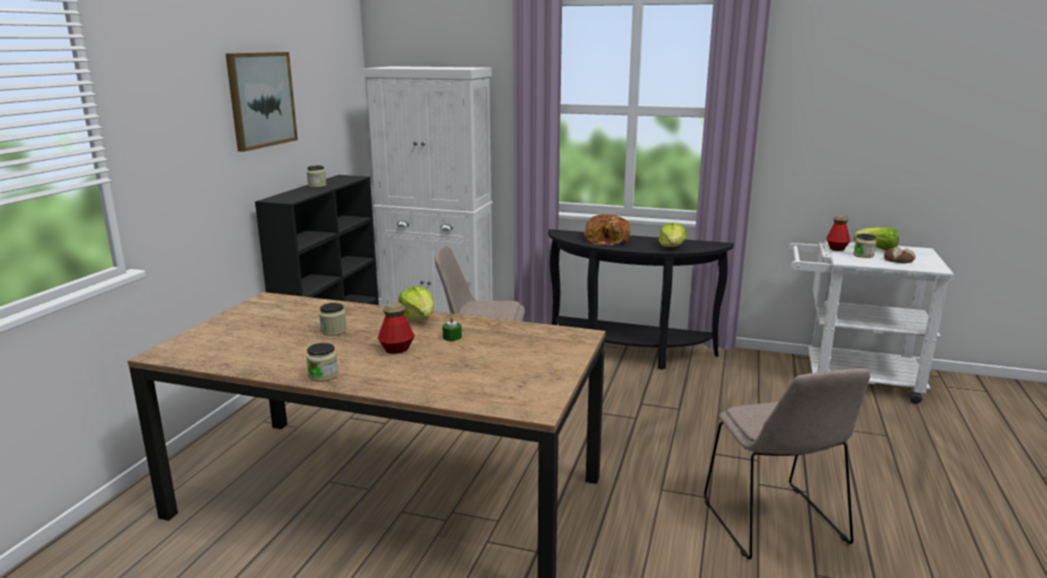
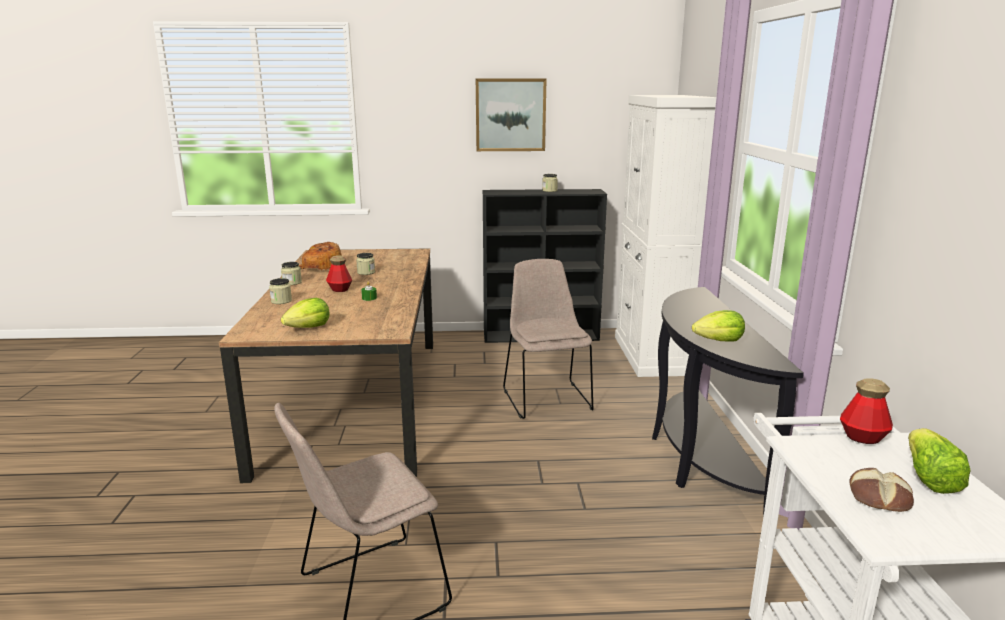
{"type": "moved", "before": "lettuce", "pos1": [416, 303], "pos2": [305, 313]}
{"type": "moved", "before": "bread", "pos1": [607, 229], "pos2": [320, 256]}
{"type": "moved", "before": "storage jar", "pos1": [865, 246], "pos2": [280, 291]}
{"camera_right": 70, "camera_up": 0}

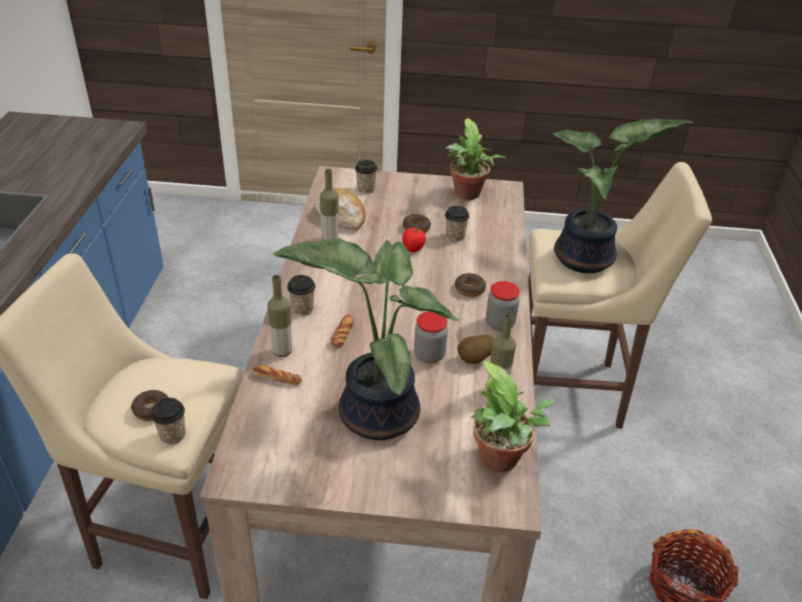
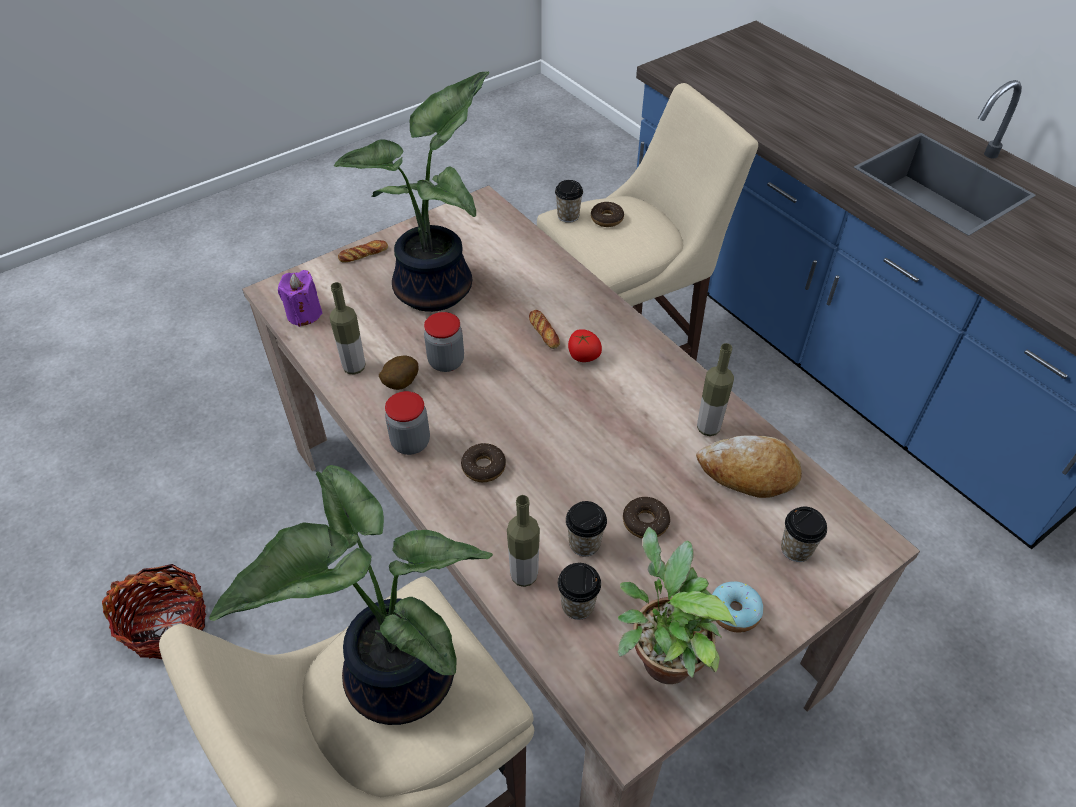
{"type": "added", "after": "donut", "pos2": [737, 607]}
{"type": "moved", "before": "bread", "pos1": [277, 375], "pos2": [363, 251]}
{"type": "moved", "before": "drink bottle", "pos1": [279, 316], "pos2": [523, 541]}
{"type": "moved", "before": "cup", "pos1": [301, 295], "pos2": [579, 591]}
{"type": "moved", "before": "fresh tomato", "pos1": [414, 240], "pos2": [585, 345]}
{"type": "replaced", "before": "houseplant", "after": "purplish wax light", "pos1": [513, 417], "pos2": [300, 298]}
{"camera_right": 140, "camera_up": 10}

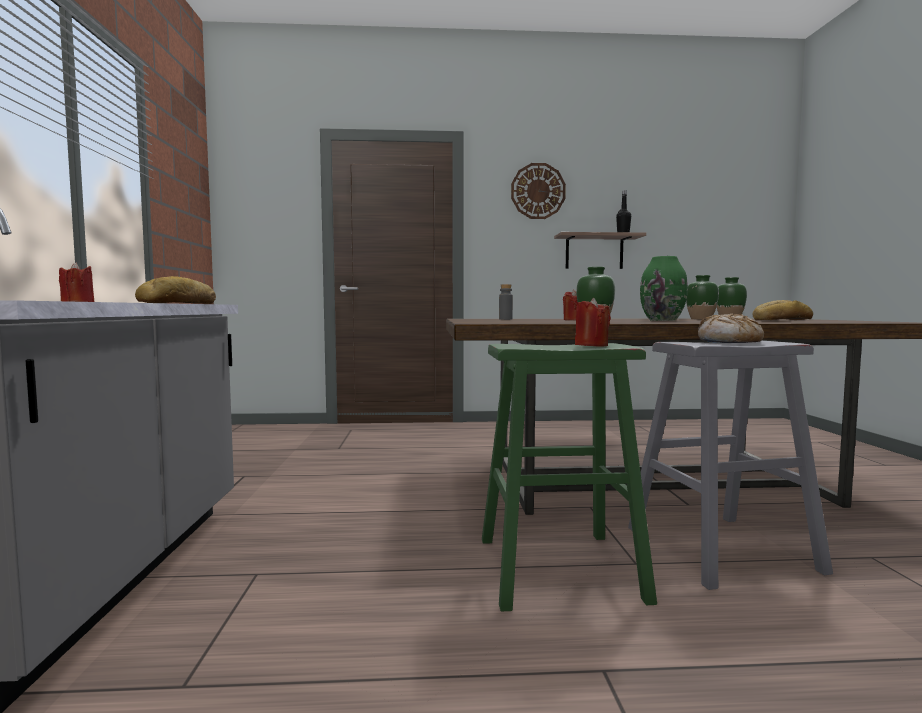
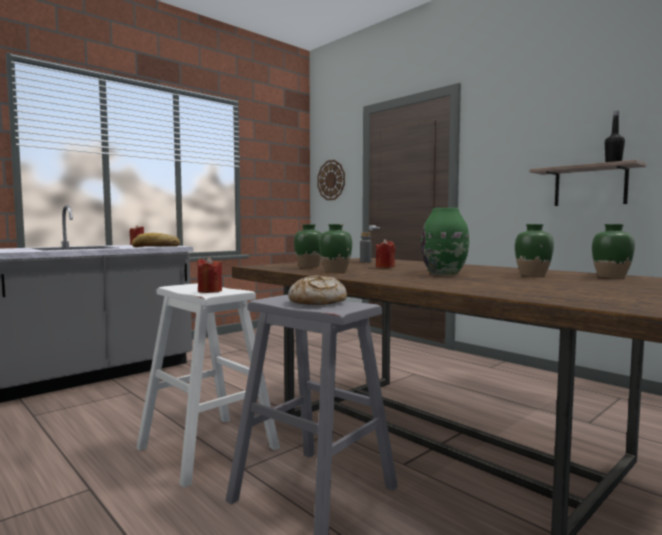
{"type": "removed", "before": "bread", "pos1": [782, 310]}
{"type": "added", "after": "greenish decorative vase", "pos2": [308, 246]}
{"type": "moved", "before": "clock on the wall", "pos1": [538, 191], "pos2": [331, 180]}
{"type": "recoloured", "before": "greenish sitting stool", "after": "white sitting stool", "pos1": [569, 477], "pos2": [208, 385]}
{"camera_right": 50, "camera_up": 0}

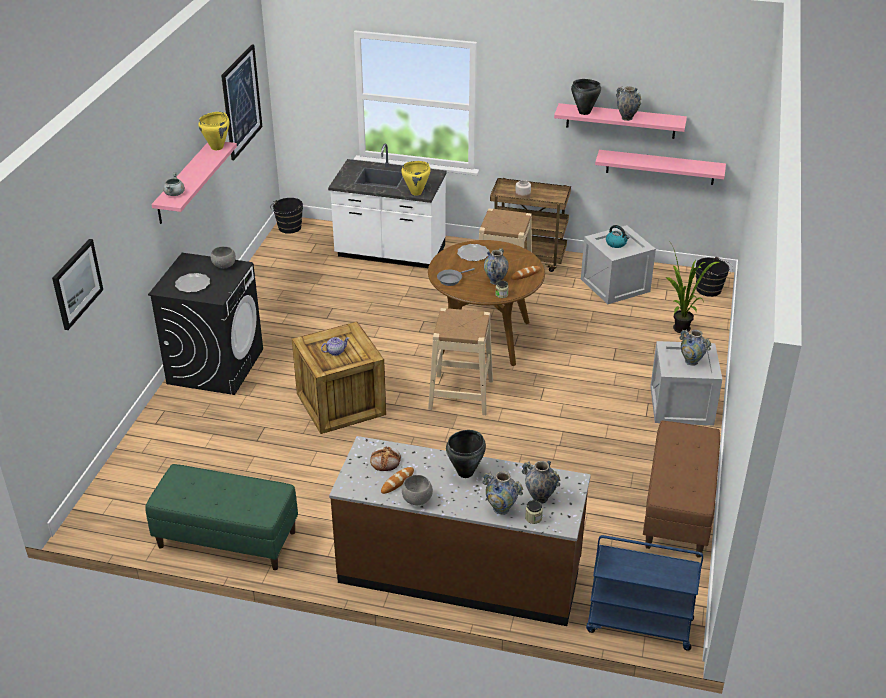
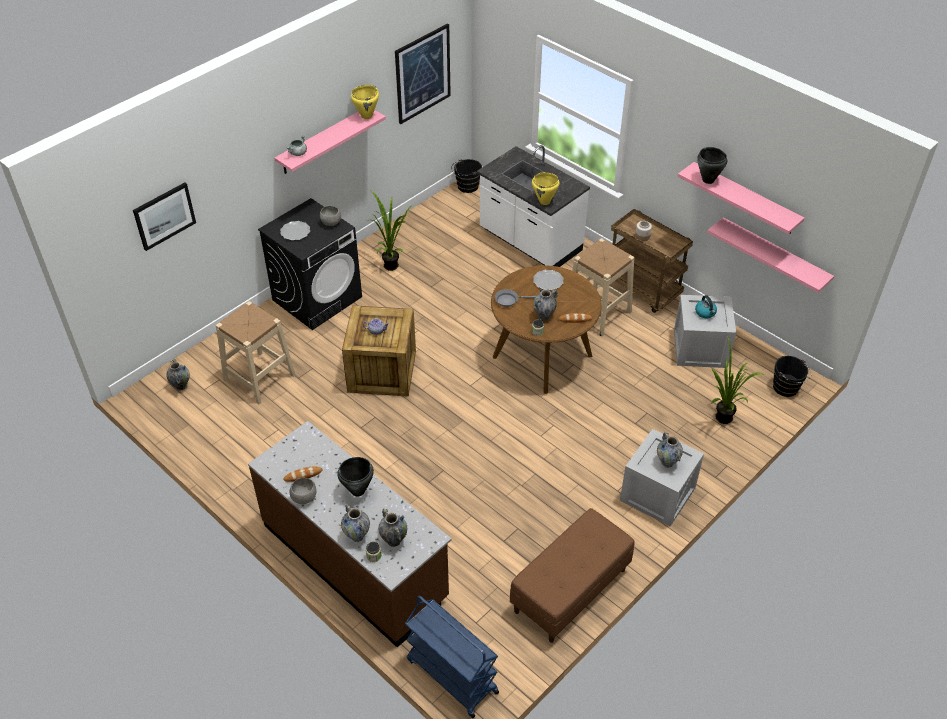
{"type": "removed", "before": "greenish indoor bench", "pos1": [221, 517]}
{"type": "removed", "before": "bread", "pos1": [385, 459]}
{"type": "added", "after": "houseplant", "pos2": [390, 230]}
{"type": "moved", "before": "sand-coloured sitting stool", "pos1": [460, 361], "pos2": [256, 352]}
{"type": "moved", "before": "decorative vase", "pos1": [628, 103], "pos2": [178, 374]}
{"camera_right": 30, "camera_up": 10}

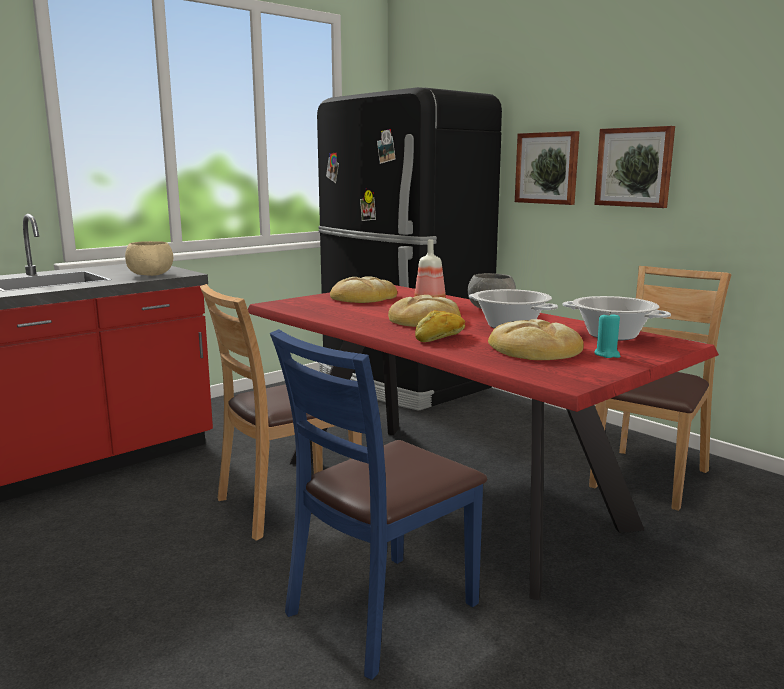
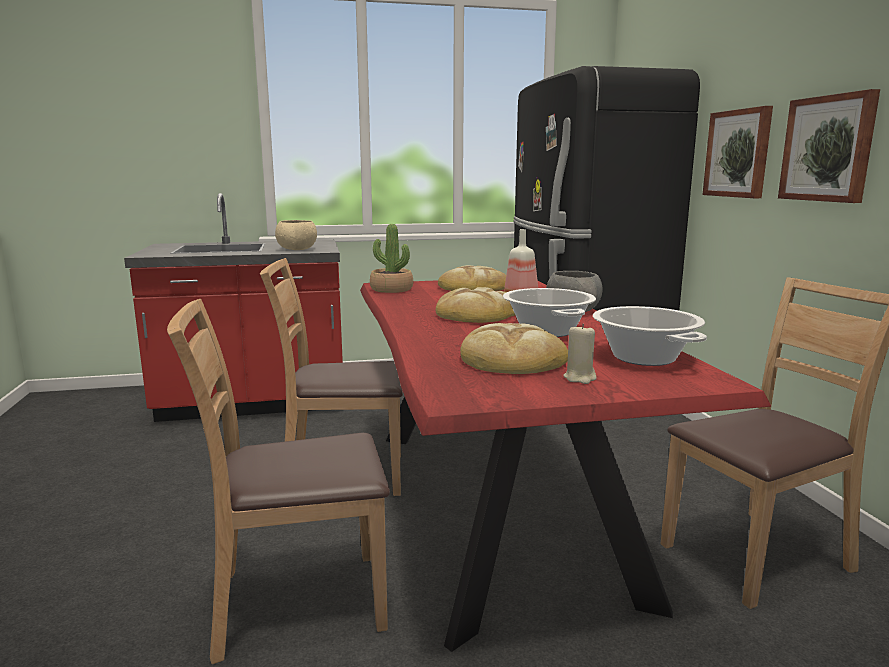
{"type": "removed", "before": "bread", "pos1": [440, 326]}
{"type": "added", "after": "houseplant", "pos2": [391, 258]}
{"type": "recoloured", "before": "bluish plain chair", "after": "brown-coloured plain chair", "pos1": [378, 504], "pos2": [278, 481]}
{"type": "recoloured", "before": "blue-green wax light", "after": "sand-coloured wax light", "pos1": [607, 335], "pos2": [580, 354]}
{"camera_right": 30, "camera_up": 0}

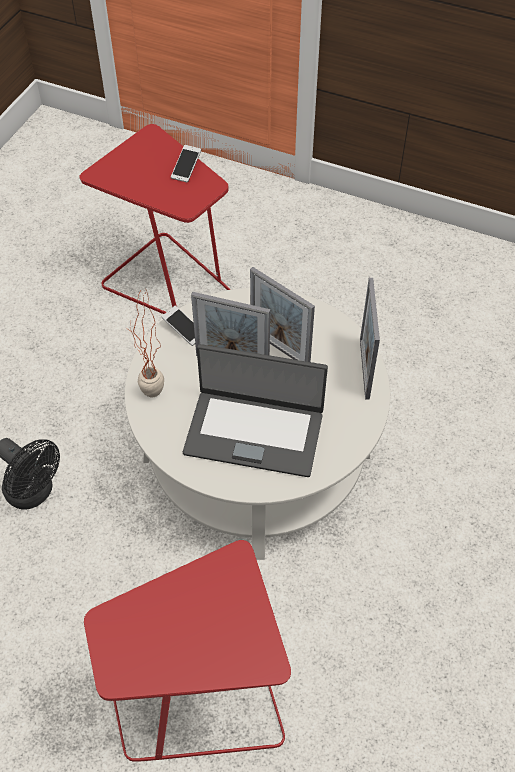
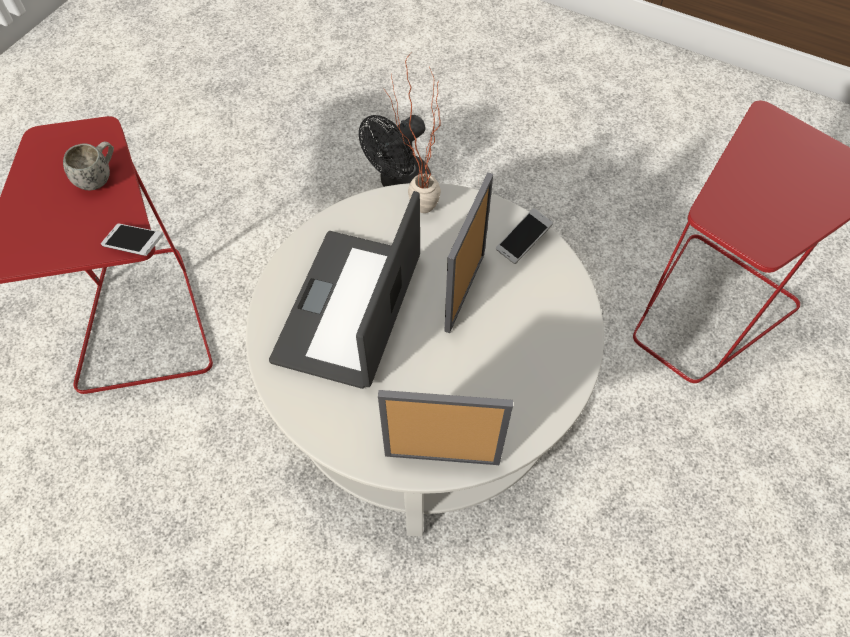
{"type": "removed", "before": "photo frame", "pos1": [282, 314]}
{"type": "added", "after": "white coffee mug", "pos2": [88, 165]}
{"type": "moved", "before": "handset", "pos1": [186, 163], "pos2": [132, 239]}
{"camera_right": 95, "camera_up": 5}

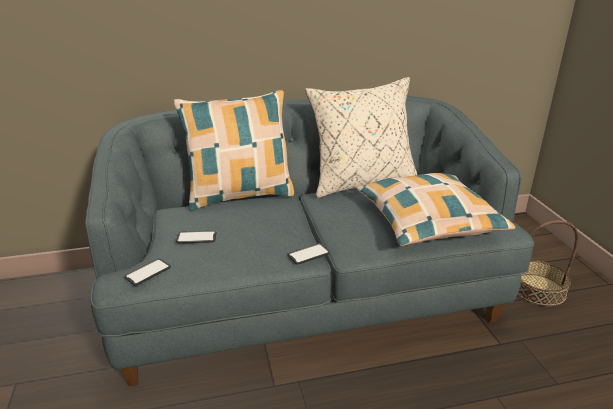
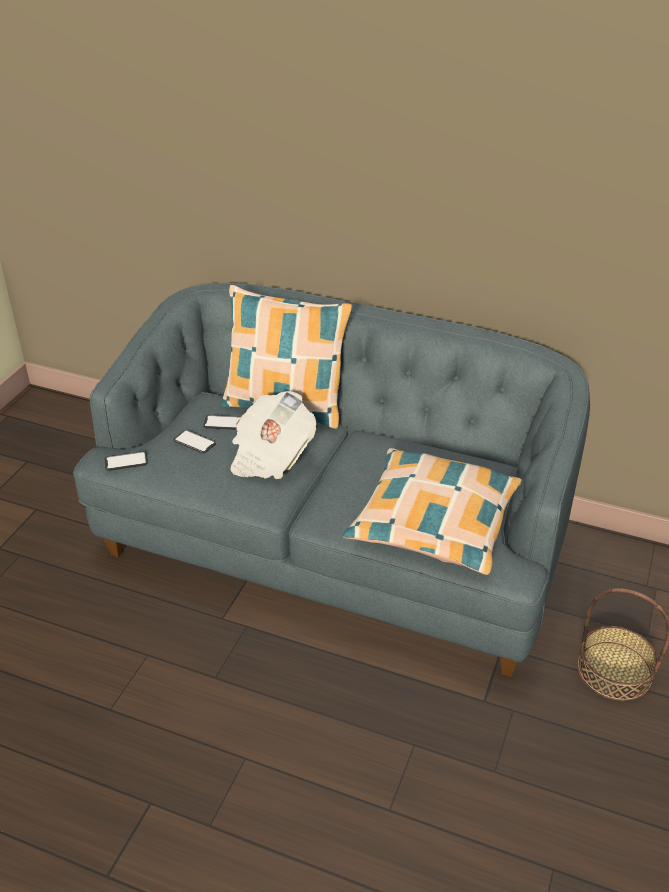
{"type": "removed", "before": "sand-coloured pillow", "pos1": [361, 137]}
{"type": "added", "after": "daily paper", "pos2": [273, 435]}
{"type": "moved", "before": "handset", "pos1": [309, 253], "pos2": [222, 422]}
{"camera_right": 35, "camera_up": 10}

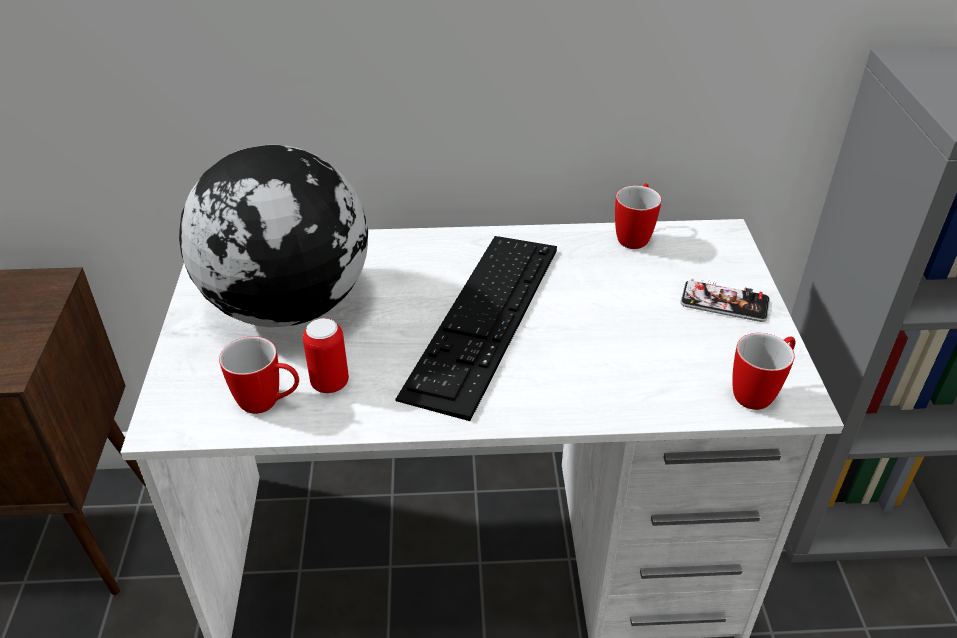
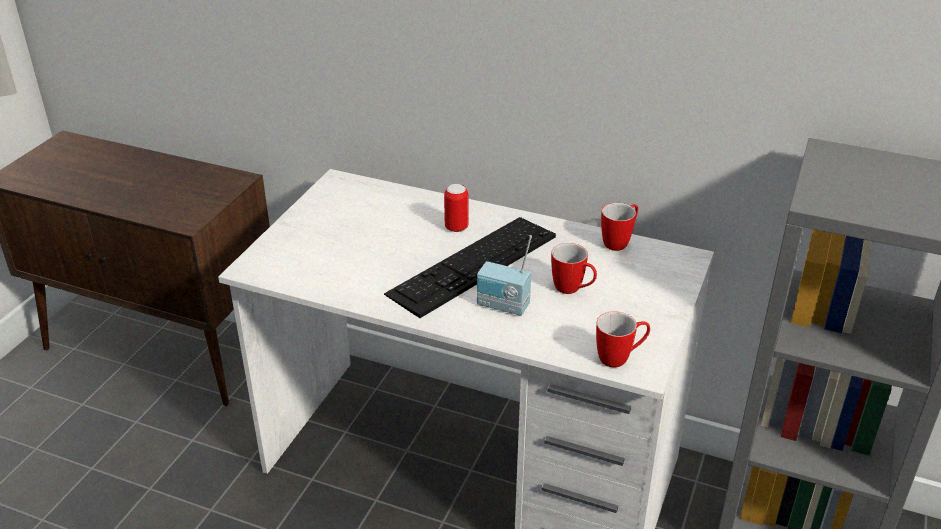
{"type": "removed", "before": "globe", "pos1": [273, 236]}
{"type": "removed", "before": "handset", "pos1": [725, 300]}
{"type": "added", "after": "radio receiver", "pos2": [504, 275]}
{"type": "moved", "before": "coffee mug", "pos1": [259, 375], "pos2": [574, 268]}
{"type": "moved", "before": "sealed can", "pos1": [326, 355], "pos2": [456, 208]}
{"camera_right": 25, "camera_up": -5}

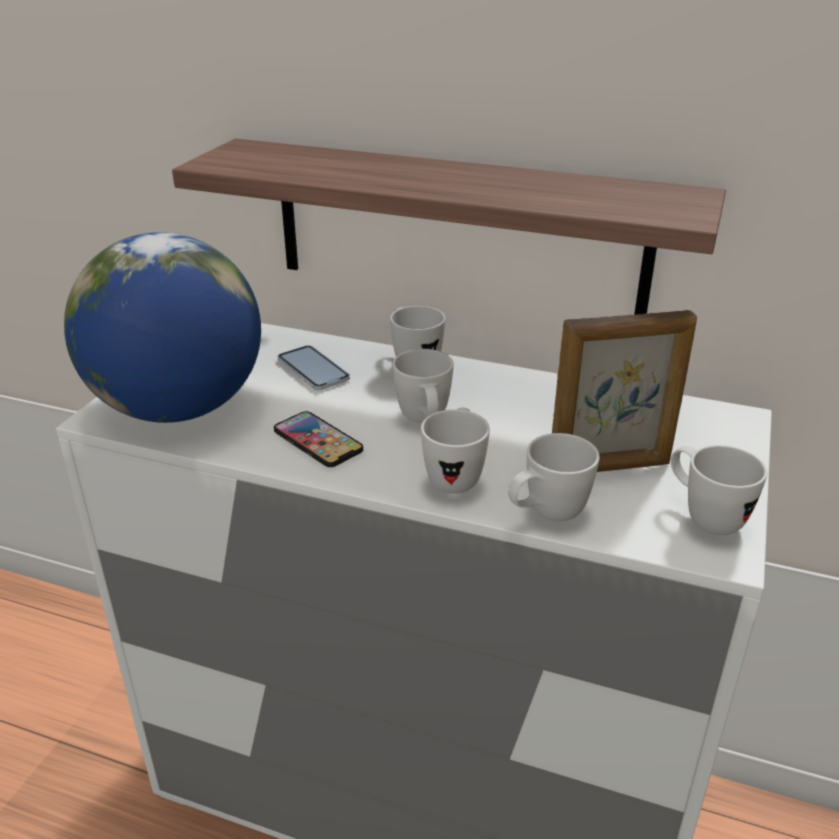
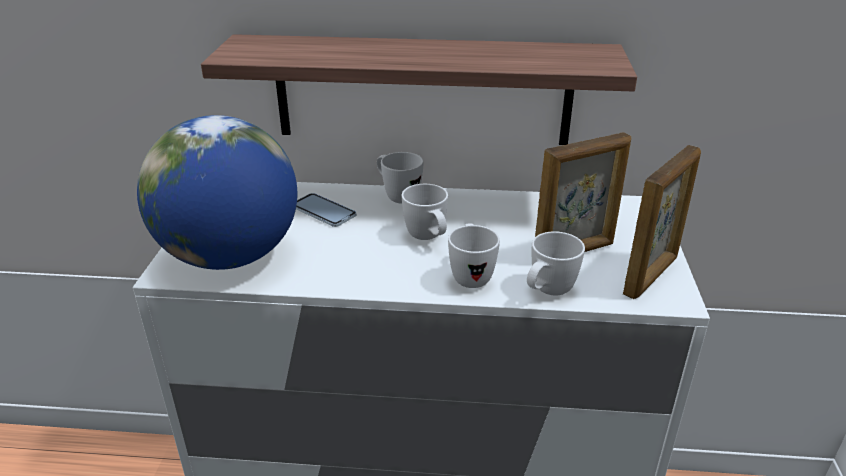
{"type": "removed", "before": "handset", "pos1": [318, 439]}
{"type": "replaced", "before": "white coffee mug", "after": "photo frame", "pos1": [719, 490], "pos2": [662, 222]}
{"camera_right": -15, "camera_up": 0}

